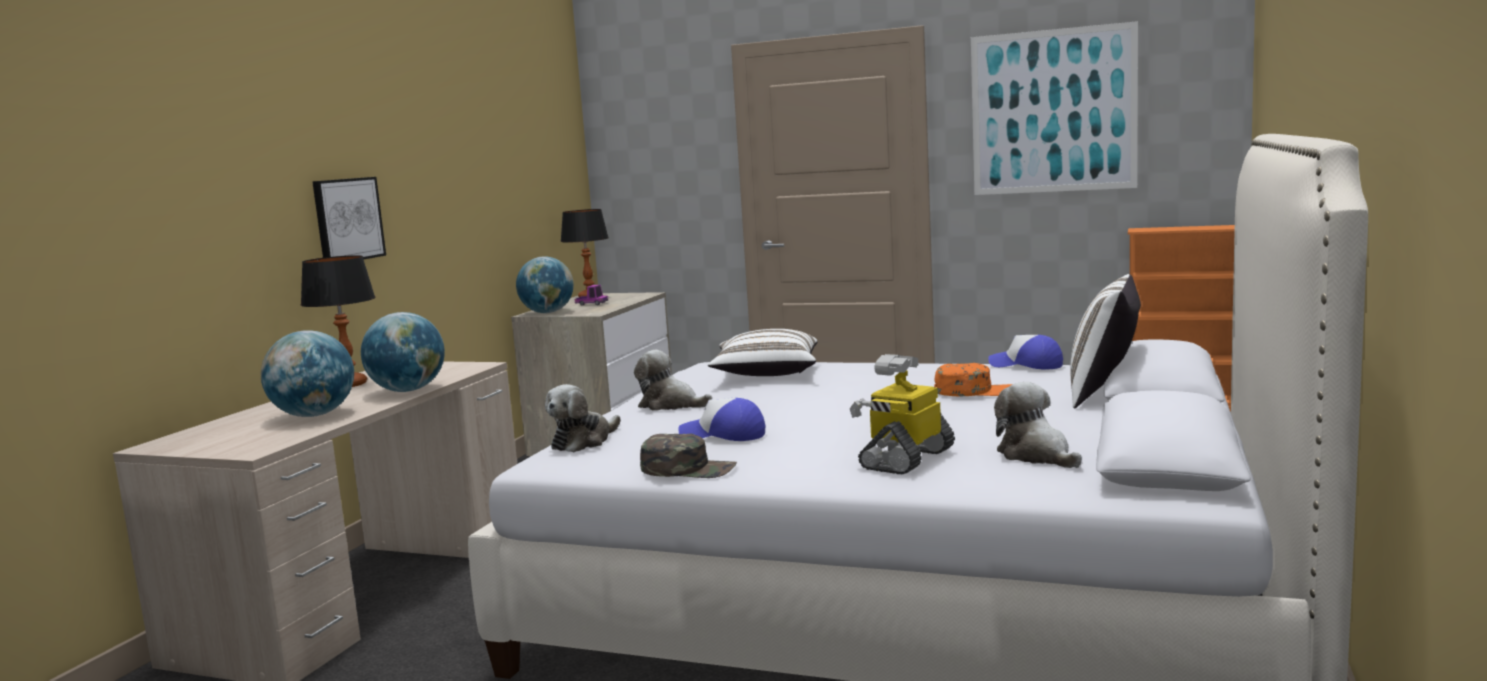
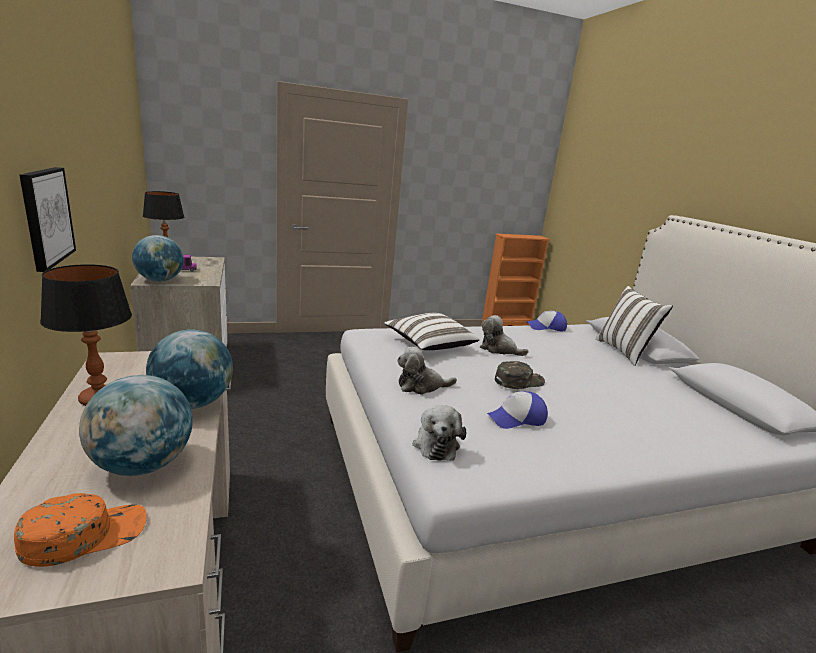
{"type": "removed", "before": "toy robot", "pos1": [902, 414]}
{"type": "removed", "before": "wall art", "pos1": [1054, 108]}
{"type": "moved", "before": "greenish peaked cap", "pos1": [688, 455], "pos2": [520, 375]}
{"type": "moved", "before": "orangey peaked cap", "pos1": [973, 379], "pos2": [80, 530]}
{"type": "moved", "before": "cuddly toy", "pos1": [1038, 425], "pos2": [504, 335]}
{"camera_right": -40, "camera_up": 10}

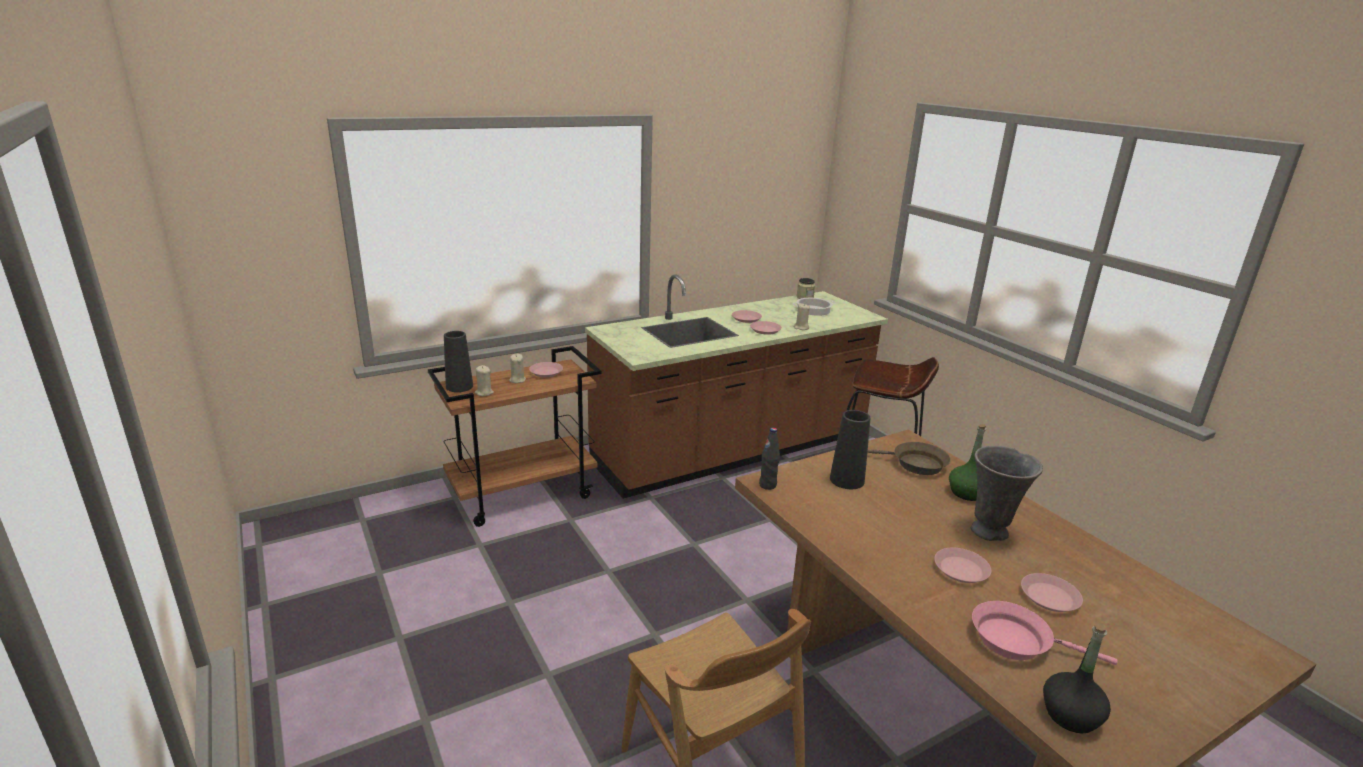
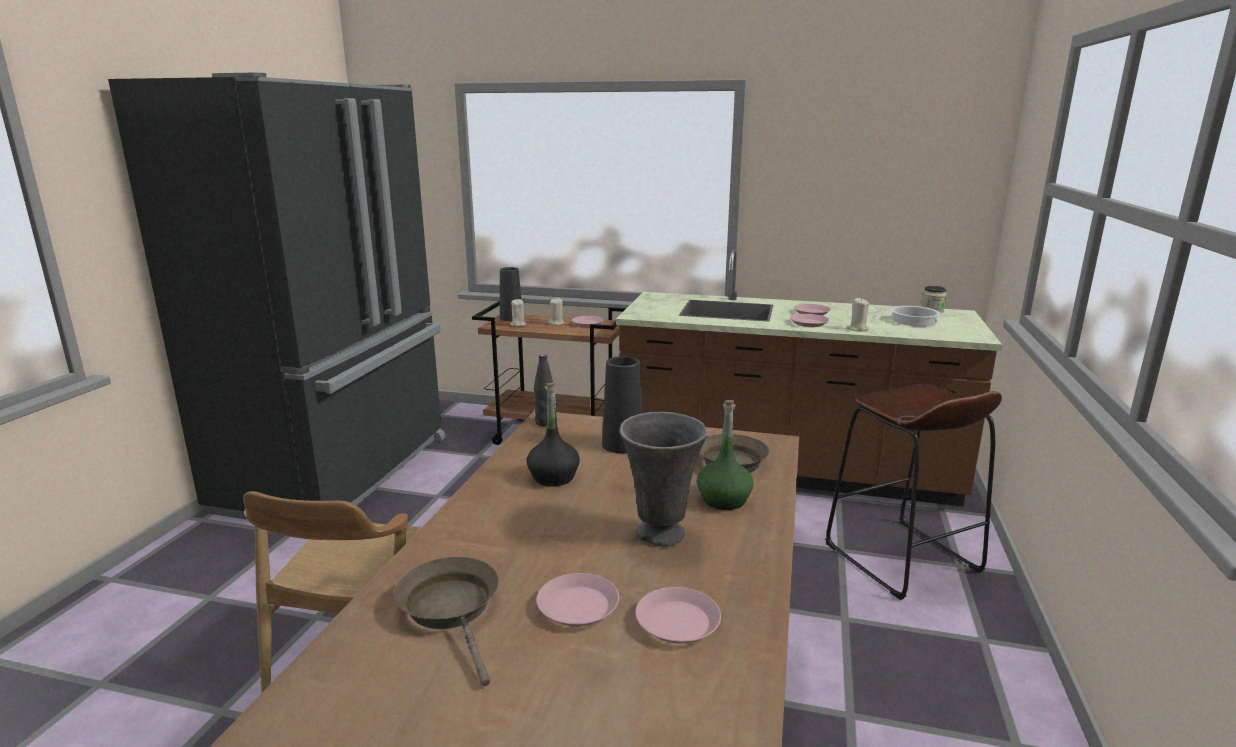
{"type": "added", "after": "blackish refrigerator", "pos2": [276, 296]}
{"type": "moved", "before": "pink dinner plate", "pos1": [962, 565], "pos2": [678, 615]}
{"type": "moved", "before": "blackish drink bottle", "pos1": [1077, 678], "pos2": [553, 434]}
{"type": "recoloured", "before": "pink pan", "after": "brown-coloured pan", "pos1": [1045, 633], "pos2": [446, 621]}
{"camera_right": 45, "camera_up": -5}

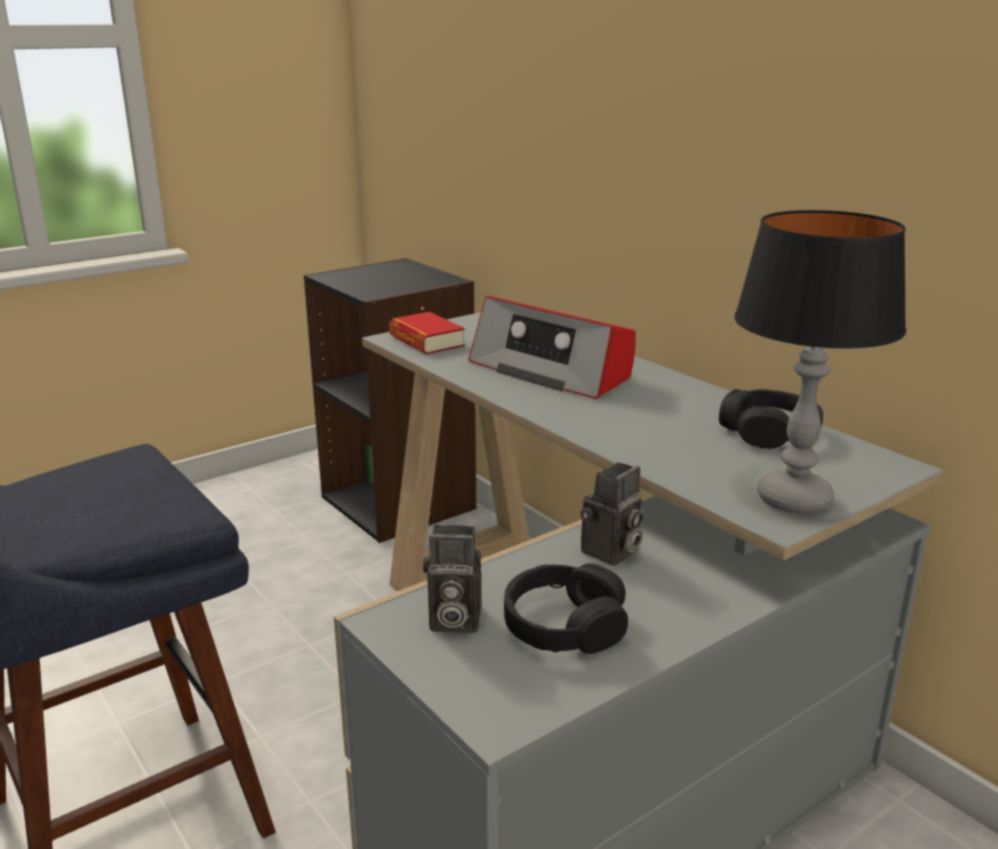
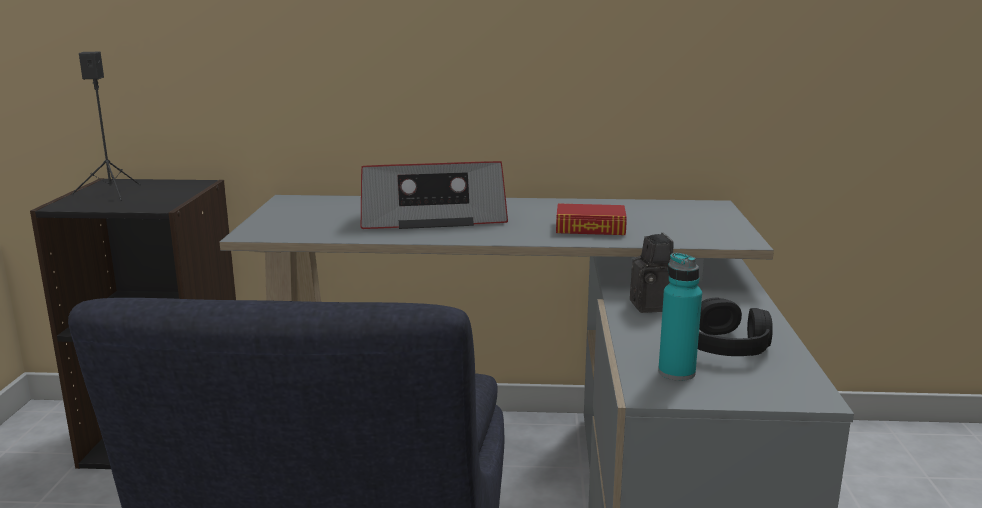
{"type": "removed", "before": "blackish headset", "pos1": [771, 419]}
{"type": "removed", "before": "lamp for a table", "pos1": [820, 362]}
{"type": "added", "after": "blackish speaker", "pos2": [106, 126]}
{"type": "moved", "before": "book", "pos1": [427, 333], "pos2": [591, 219]}
{"type": "replaced", "before": "photo camera", "after": "blue-green drink bottle", "pos1": [452, 579], "pos2": [680, 317]}
{"camera_right": -50, "camera_up": -5}

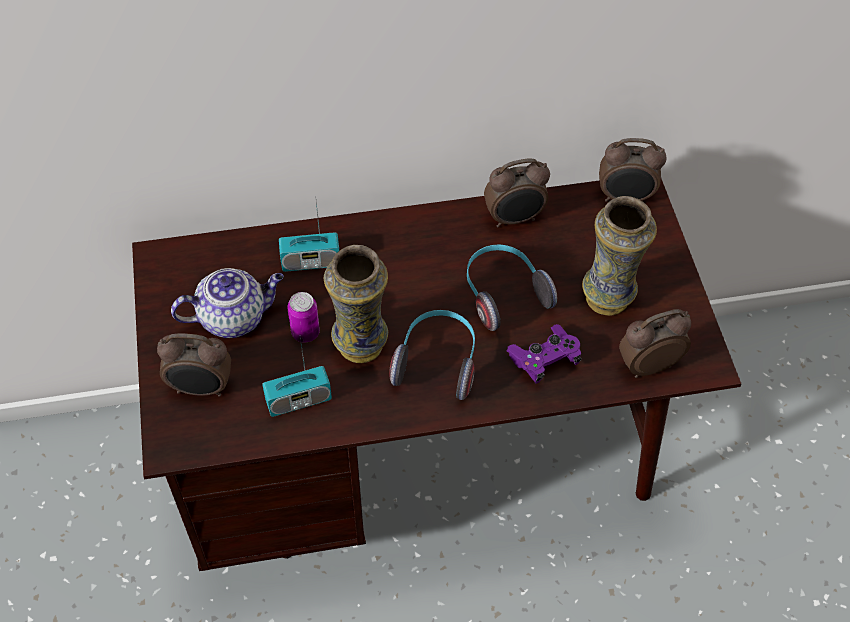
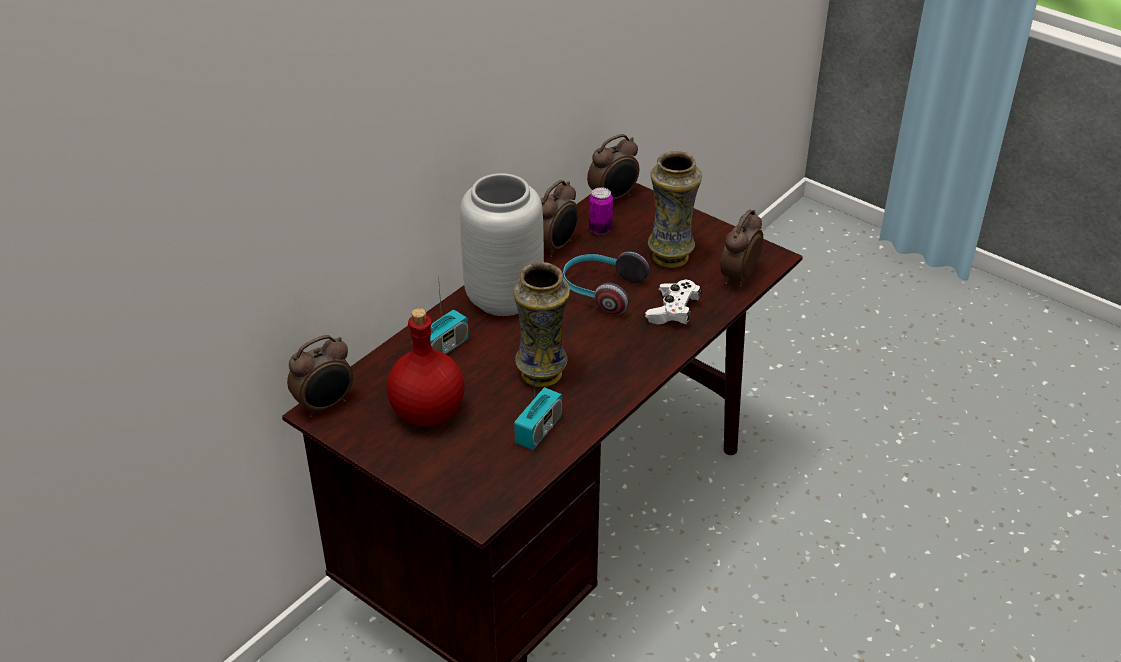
{"type": "removed", "before": "headset", "pos1": [432, 355]}
{"type": "added", "after": "grey decorative vase", "pos2": [502, 244]}
{"type": "moved", "before": "bedside clock", "pos1": [194, 364], "pos2": [320, 376]}
{"type": "moved", "before": "sealed can", "pos1": [303, 317], "pos2": [601, 211]}
{"type": "replaced", "before": "tea pot", "after": "red drink bottle", "pos1": [227, 303], "pos2": [426, 367]}
{"type": "recoloured", "before": "purplish game controller", "after": "white game controller", "pos1": [544, 354], "pos2": [673, 302]}
{"camera_right": -40, "camera_up": -15}

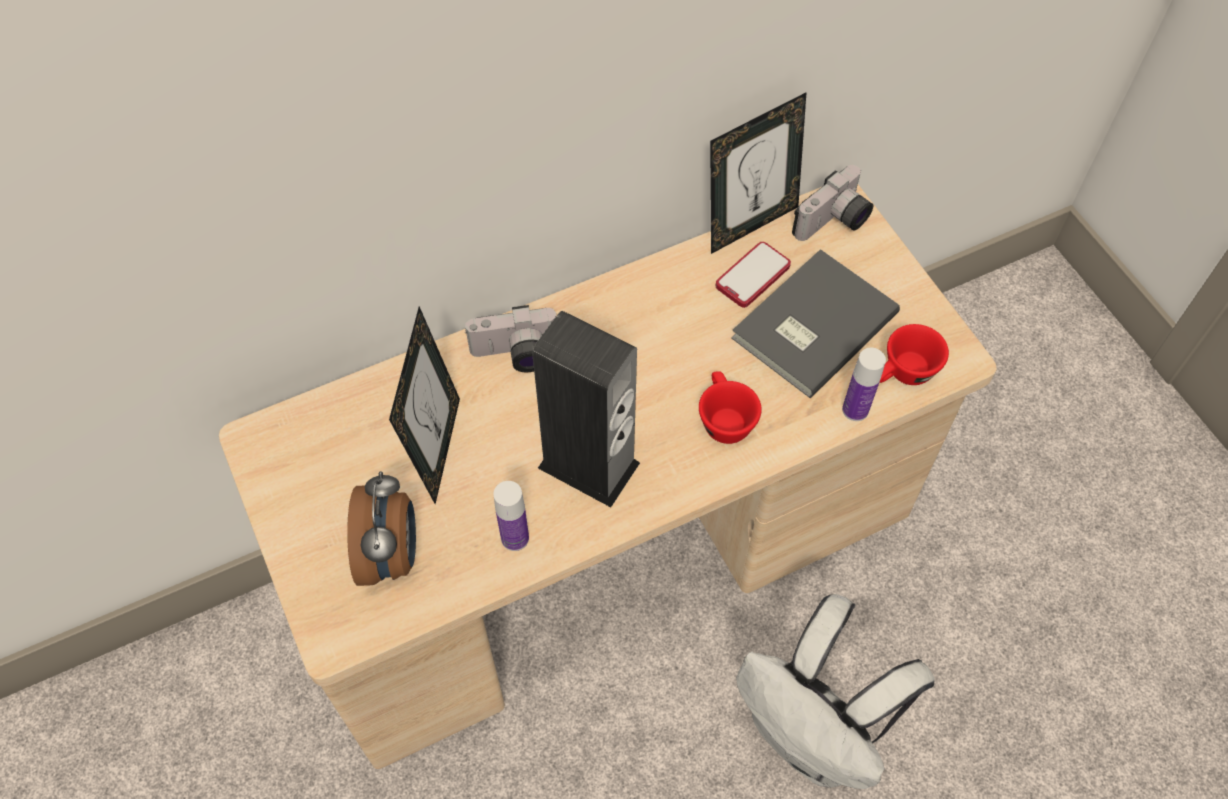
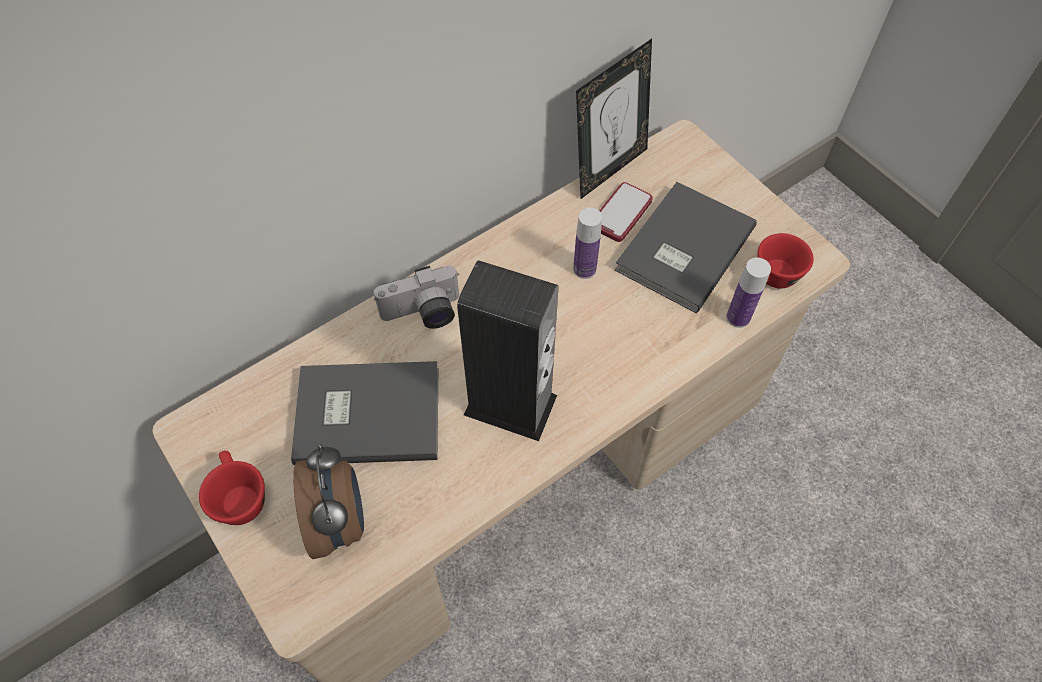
{"type": "removed", "before": "white knapsack", "pos1": [835, 691]}
{"type": "removed", "before": "photo camera", "pos1": [832, 203]}
{"type": "moved", "before": "drink bottle", "pos1": [511, 516], "pos2": [587, 243]}
{"type": "moved", "before": "red cup", "pos1": [730, 407], "pos2": [232, 488]}
{"type": "replaced", "before": "photo frame", "after": "grey book", "pos1": [424, 405], "pos2": [364, 413]}
{"camera_right": -10, "camera_up": 0}

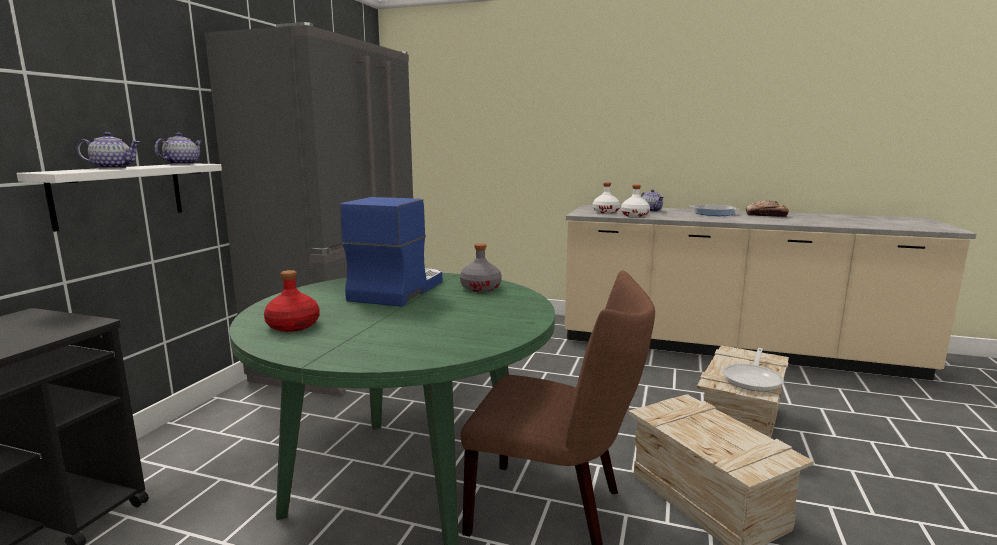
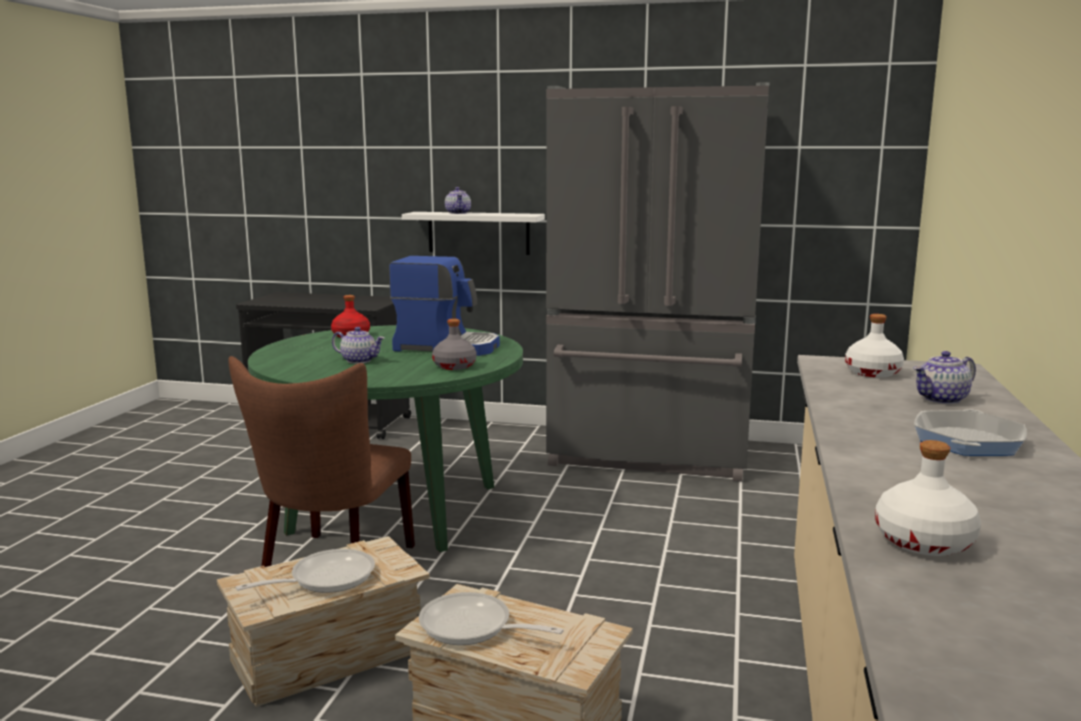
{"type": "removed", "before": "bread", "pos1": [767, 208]}
{"type": "added", "after": "pan", "pos2": [305, 571]}
{"type": "moved", "before": "tea pot", "pos1": [179, 149], "pos2": [358, 345]}
{"type": "moved", "before": "white drink bottle", "pos1": [635, 201], "pos2": [928, 498]}
{"camera_right": 85, "camera_up": 0}

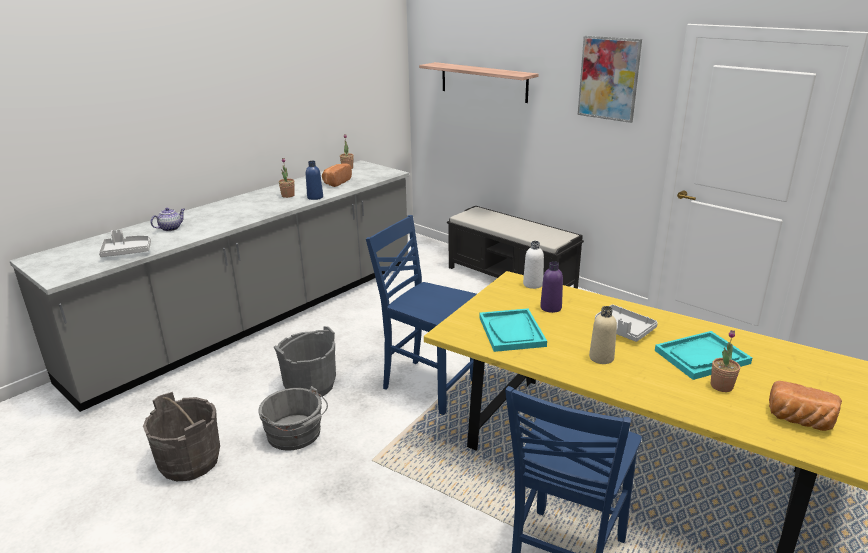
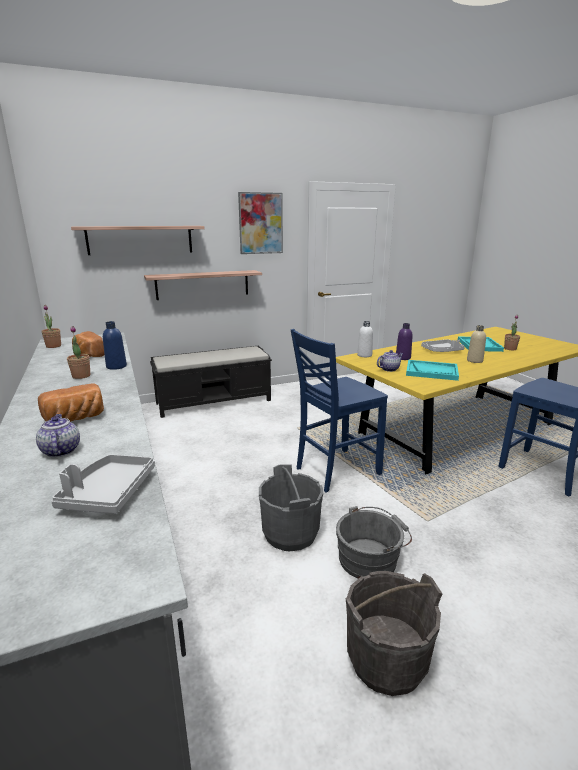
{"type": "added", "after": "bracket shelf", "pos2": [203, 285]}
{"type": "added", "after": "tea pot", "pos2": [390, 361]}
{"type": "moved", "before": "bread", "pos1": [805, 406], "pos2": [71, 402]}
{"camera_right": -65, "camera_up": -5}

